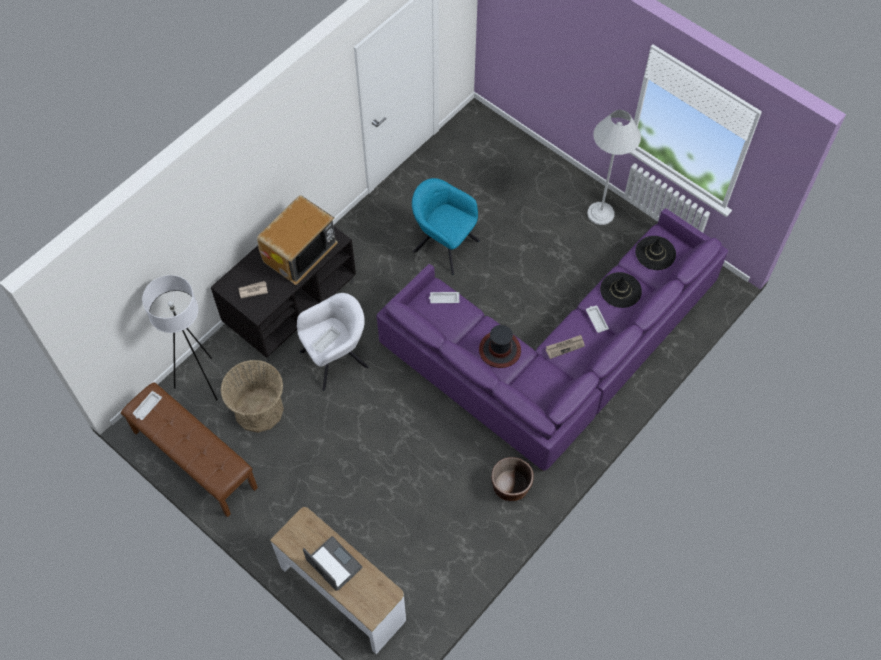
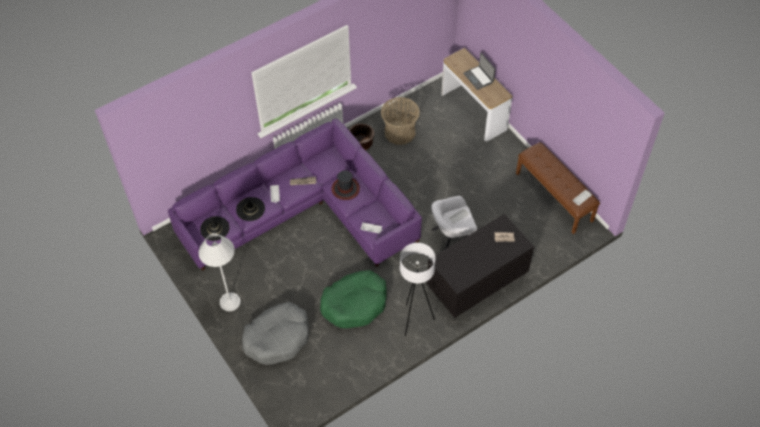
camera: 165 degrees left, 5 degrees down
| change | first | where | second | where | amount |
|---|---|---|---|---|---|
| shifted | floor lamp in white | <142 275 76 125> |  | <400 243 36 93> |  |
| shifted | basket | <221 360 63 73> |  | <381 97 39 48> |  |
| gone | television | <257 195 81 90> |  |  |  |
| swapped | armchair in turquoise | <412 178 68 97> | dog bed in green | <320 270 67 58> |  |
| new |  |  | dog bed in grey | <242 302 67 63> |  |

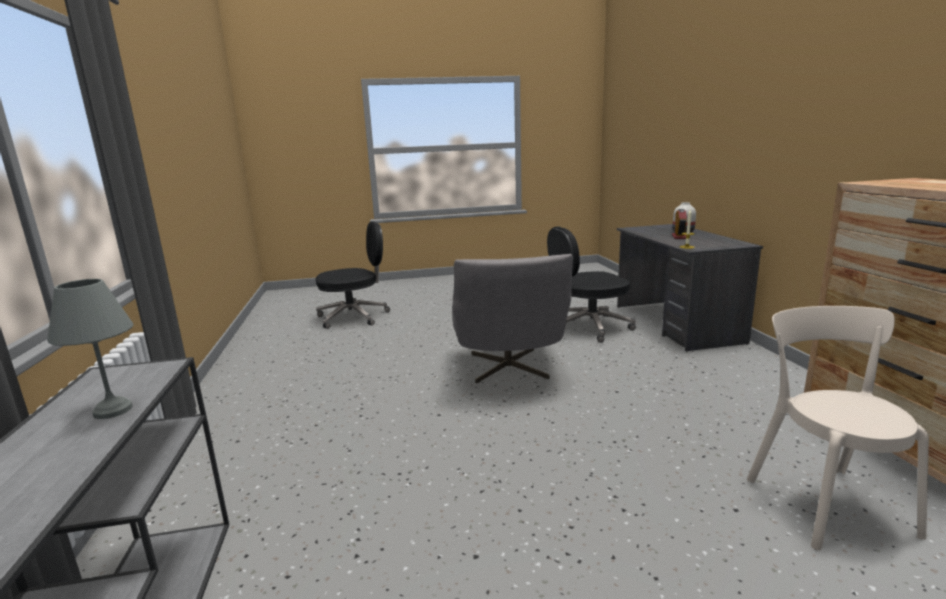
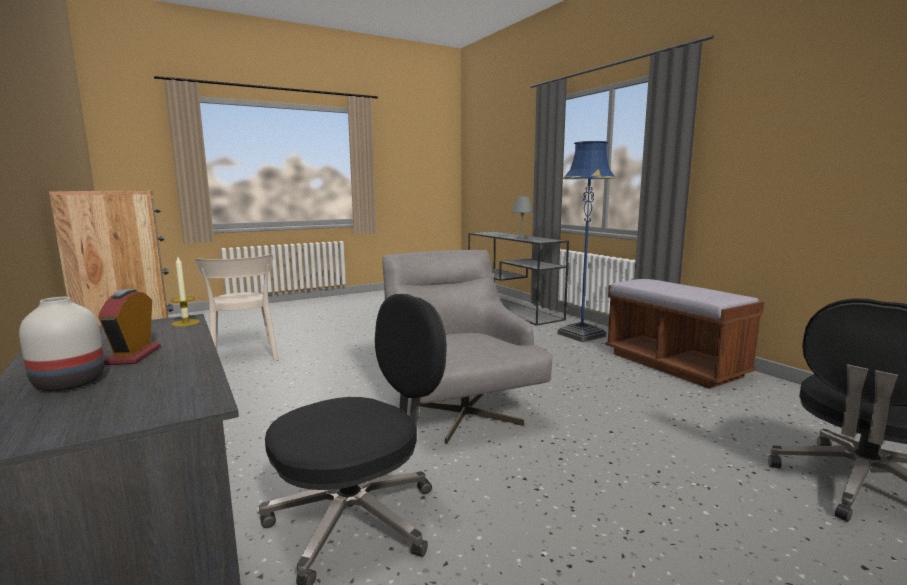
camera: 160 degrees right, 5 degrees down
| change | first | where | second | where | amount |
|---|---|---|---|---|---|
| new |  |  | floor lamp in blue | <558 141 58 201> |  |
| new |  |  | bench in brown | <605 279 159 110> |  |

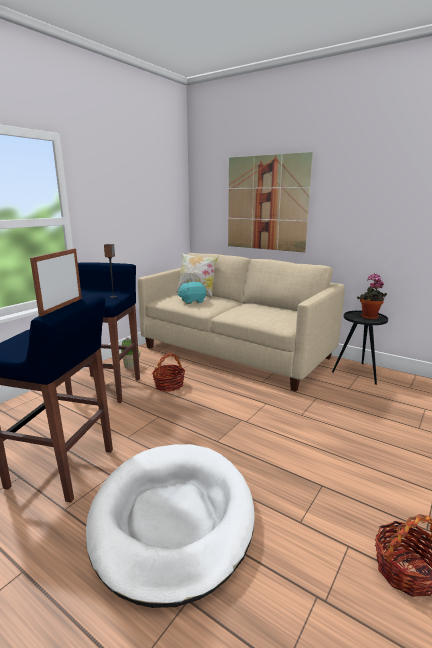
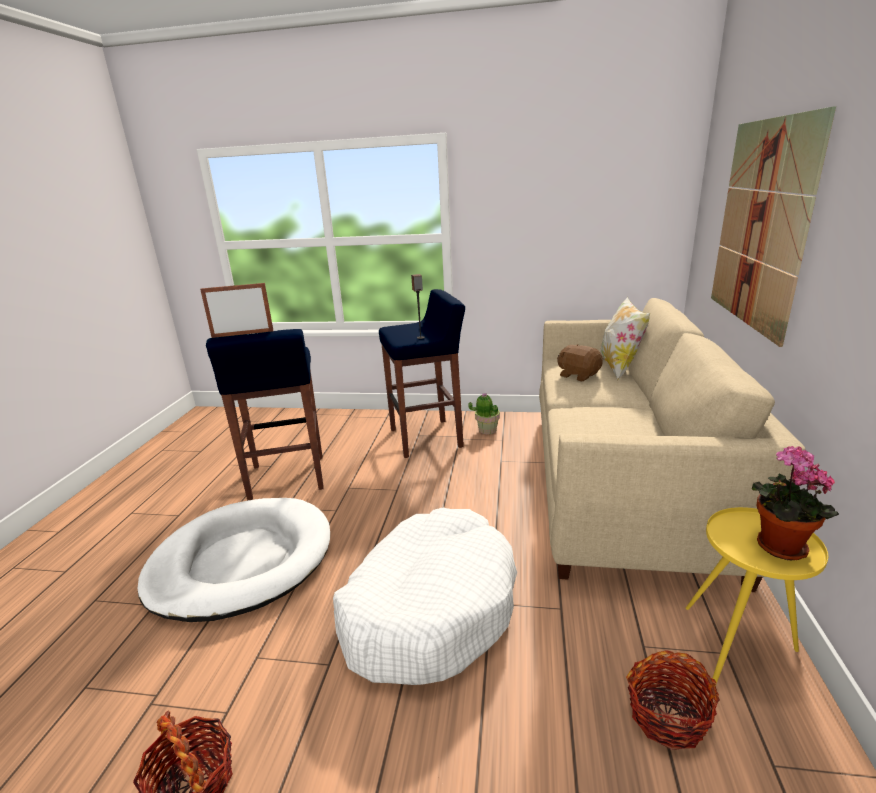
camera: 65 degrees right, 5 degrees up
| change | first | where | second | where | amount |
|---|---|---|---|---|---|
| shifted | basket | <152 353 33 39> |  | <626 650 94 100> |  |
| repainted | plush toy in turquoise | <177 282 29 22> | plush toy in brown | <557 344 46 38> |  |
| repainted | side table in black | <332 311 56 74> | side table in yellow | <686 507 142 177> |  |
| new |  |  | dog bed in white | <333 508 184 177> |  |

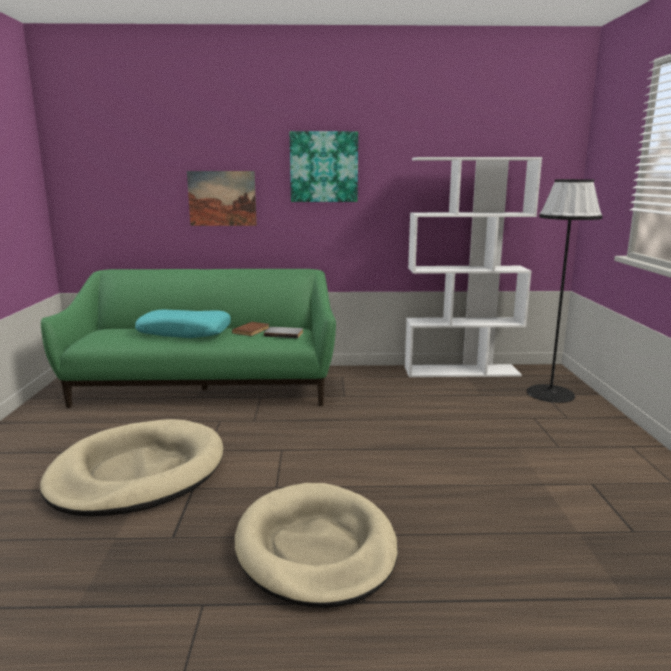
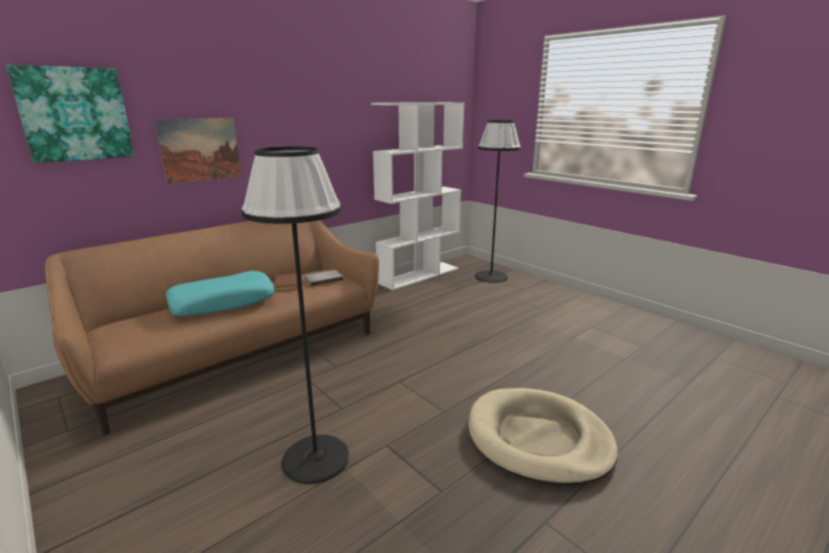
camera: 40 degrees left, 5 degrees up
| change | first | where | second | where | amount |
|---|---|---|---|---|---|
| swapped | dog bed in beige | <40 419 183 97> | floor lamp in black | <241 146 108 338> |  |
| repainted | sofa in green | <41 269 295 139> | sofa in brown | <45 220 334 215> |  |
| shifted | picture | <290 131 68 71> |  | <6 65 128 98> |  |

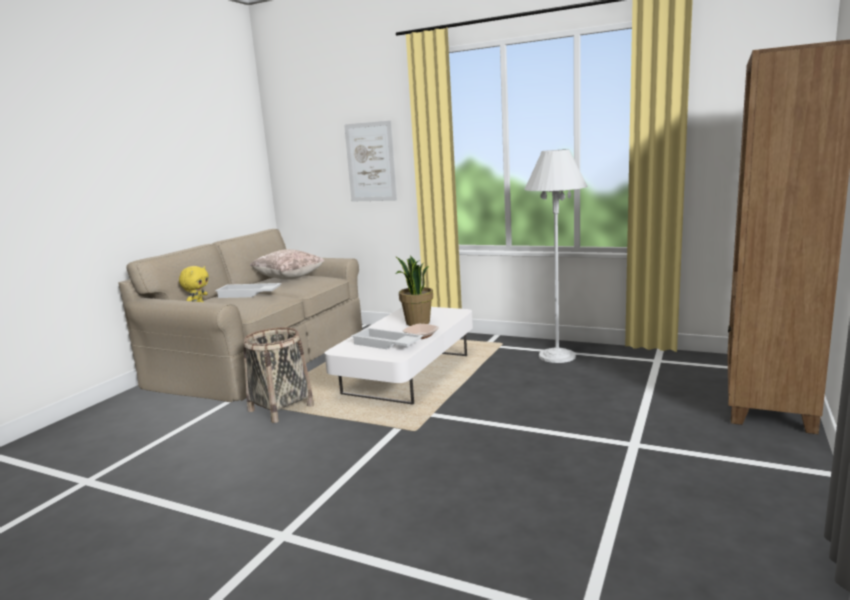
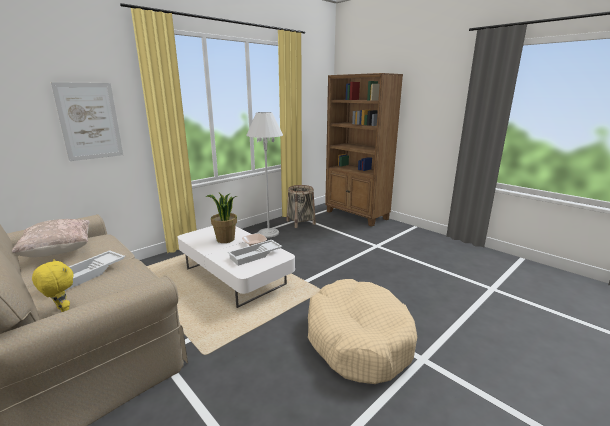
camera: 70 degrees left, 5 degrees up
| change | first | where | second | where | amount |
|---|---|---|---|---|---|
| shifted | basket | <243 328 71 95> |  | <287 185 29 43> |  |
| new |  |  | dog bed in beige | <308 279 109 105> |  |

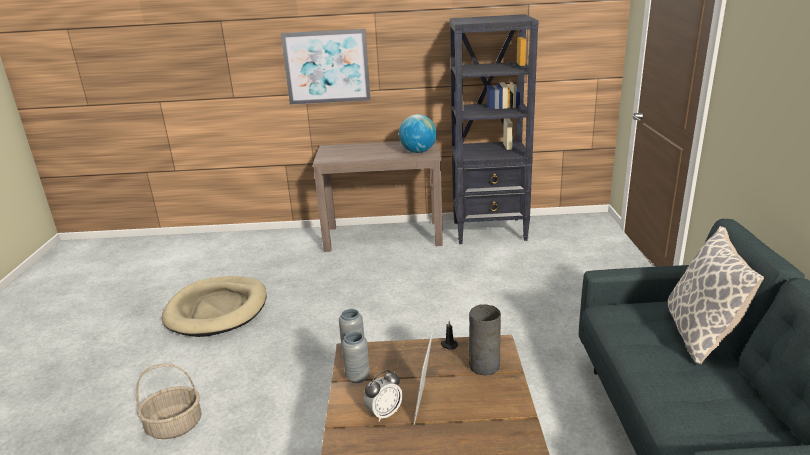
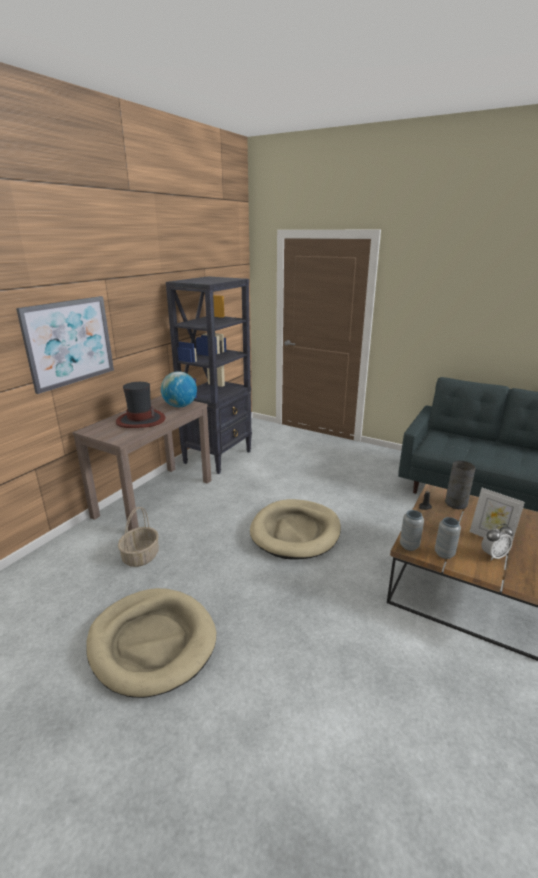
camera: 60 degrees left, 0 degrees up
| change | first | where | second | where | amount |
|---|---|---|---|---|---|
| shifted | basket | <136 364 66 75> |  | <118 507 41 60> |  |
| rotated | alarm clock | <363 370 39 52> |  | <482 524 31 36> | 75 degrees clockwise |
| gone | pillow | <668 226 96 139> |  |  |  |
| new |  |  | hat | <116 382 49 46> |  |
| new |  |  | dog bed in beige | <250 499 91 61> |  |

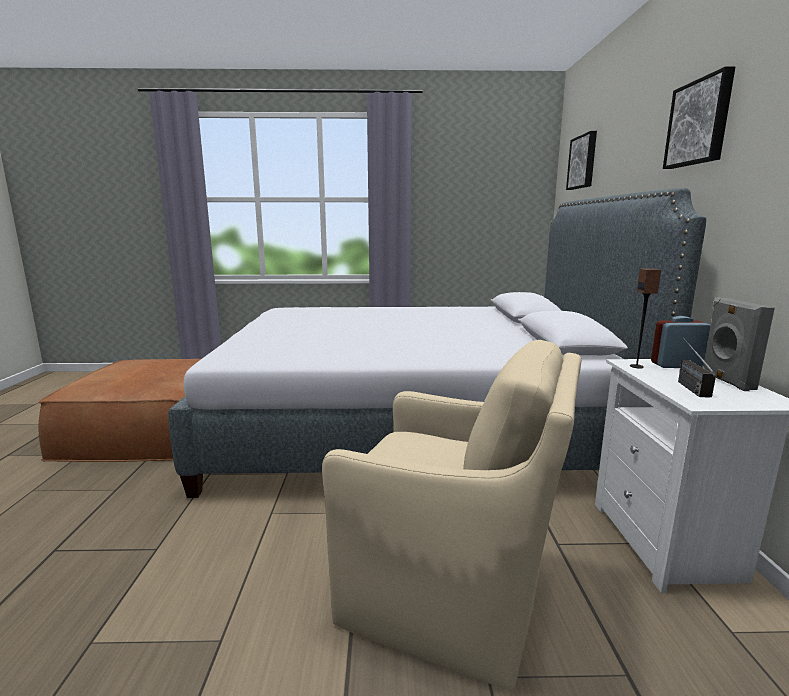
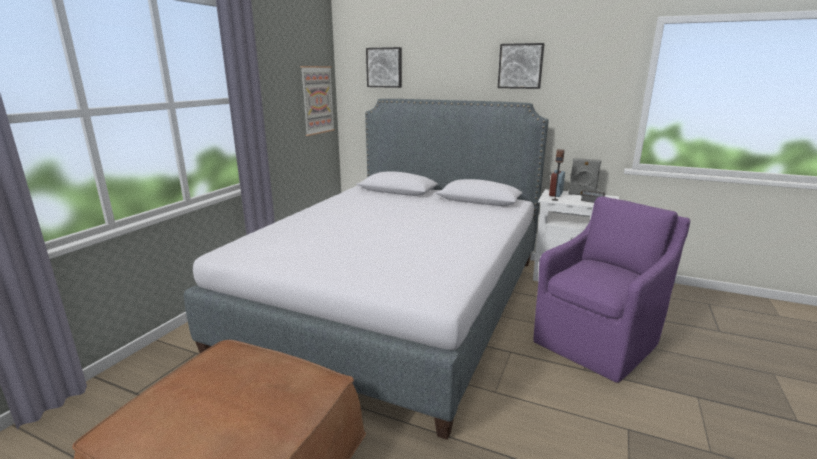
camera: 65 degrees left, 5 degrees up
| change | first | where | second | where | amount |
|---|---|---|---|---|---|
| repainted | armchair in beige | <322 340 259 350> | armchair in purple | <533 196 157 187> |  |
| new |  |  | picture | <300 66 35 70> |  |

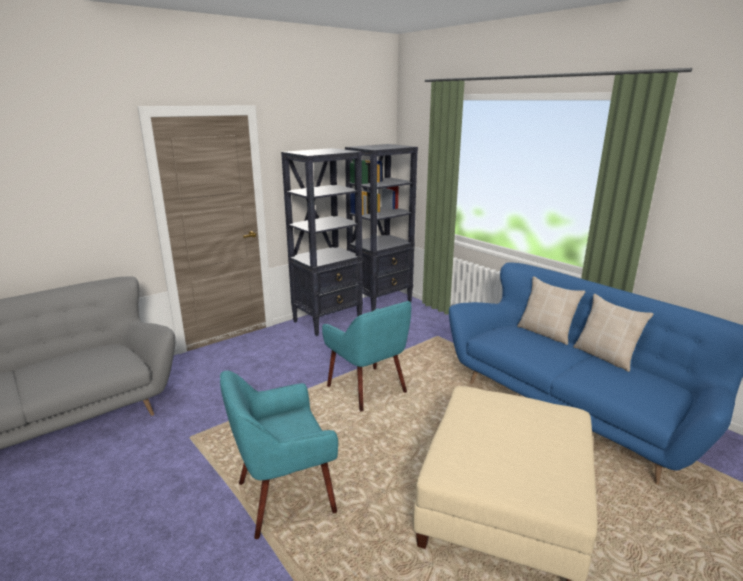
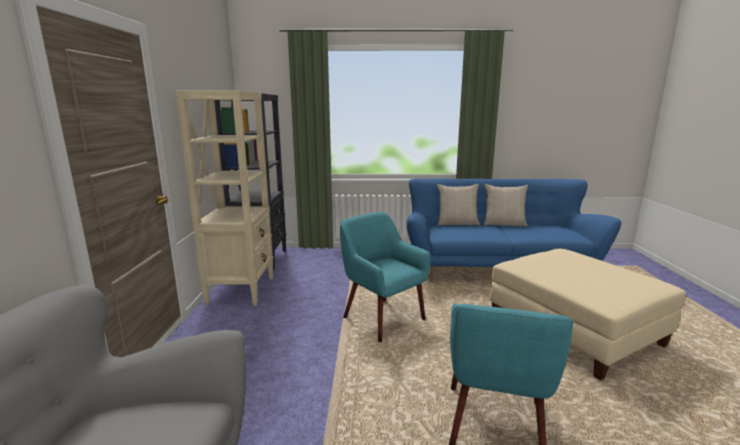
camera: 50 degrees left, 5 degrees down
| change | first | where | second | where | amount |
|---|---|---|---|---|---|
| repainted | bookcase in black | <281 148 82 188> | bookcase in beige | <176 91 97 215> |  |
| rotated | armchair in turquoise | <322 301 89 111> |  | <340 212 91 130> | 135 degrees counterclockwise |

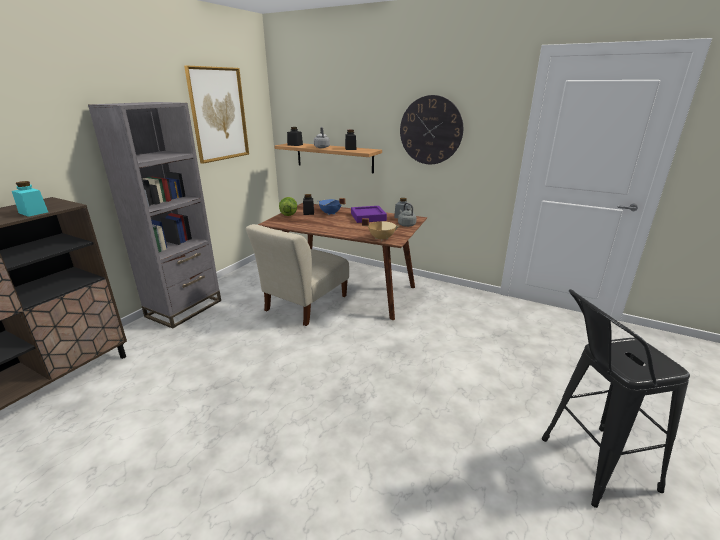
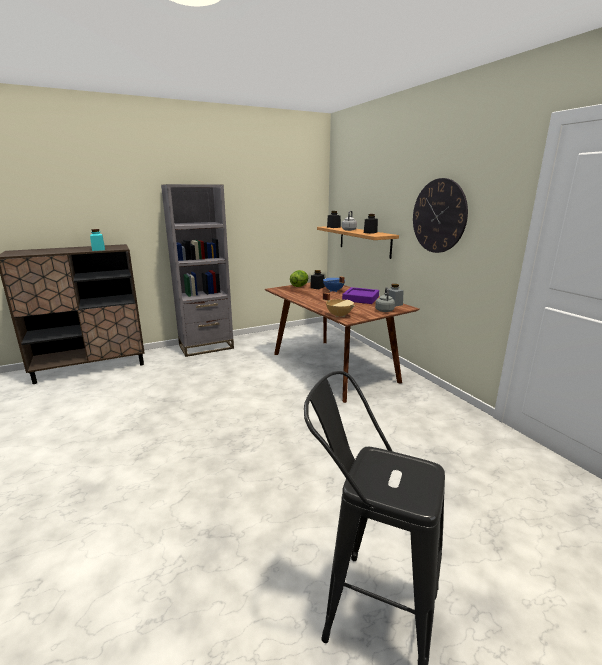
camera: 35 degrees right, 5 degrees down
| change | first | where | second | where | amount |
|---|---|---|---|---|---|
| gone | picture | <184 66 65 98> |  |  |  |
| gone | chair in beige | <246 224 103 102> |  |  |  |

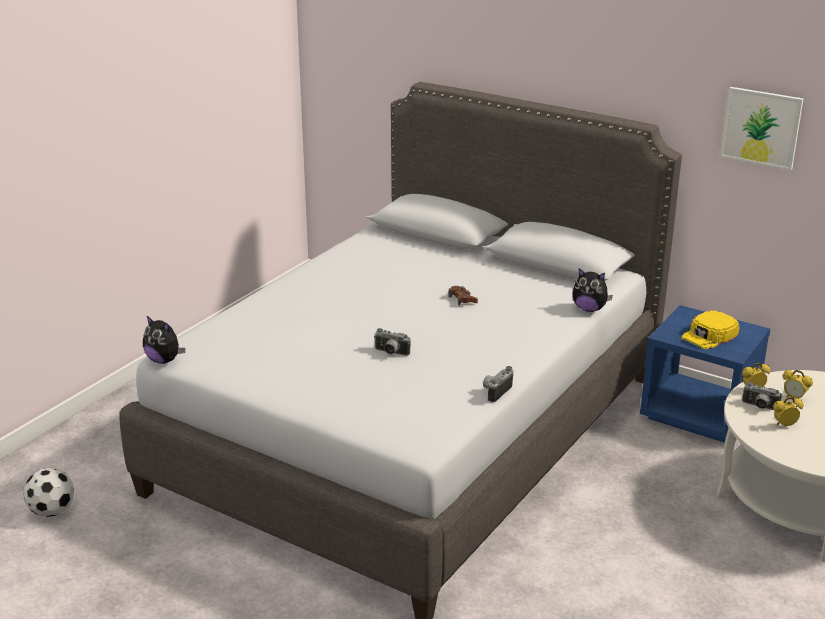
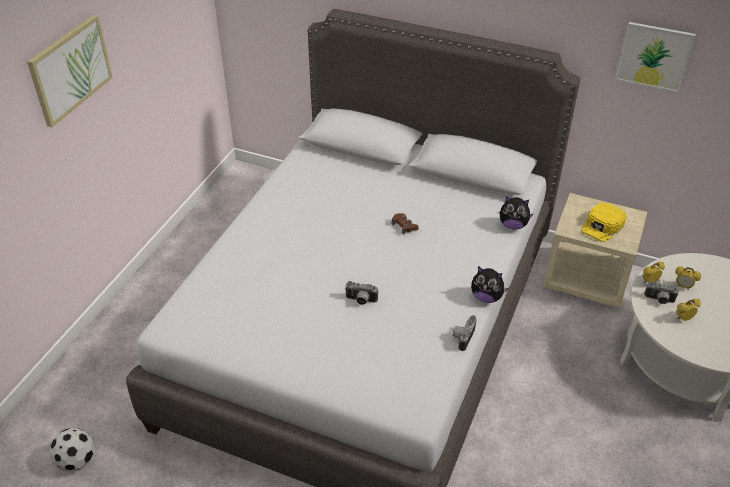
camera: 10 degrees left, 15 degrees up
| change | first | where | second | where | amount |
|---|---|---|---|---|---|
| shifted | plush toy | <143 316 42 48> |  | <471 266 38 37> |  |
| repainted | nightstand in blue | <640 305 130 138> | nightstand in beige | <543 193 104 115> |  |
| new |  |  | picture | <27 14 86 113> |  |

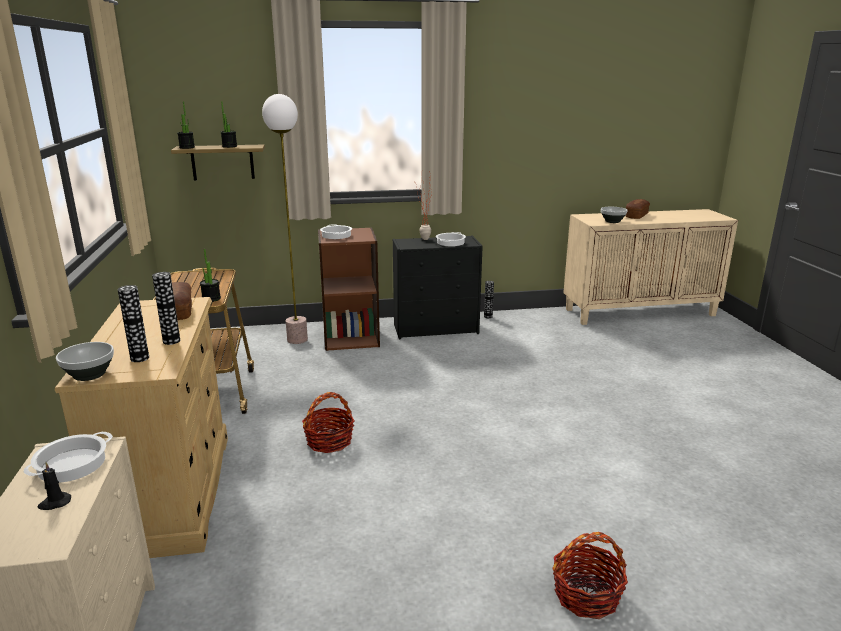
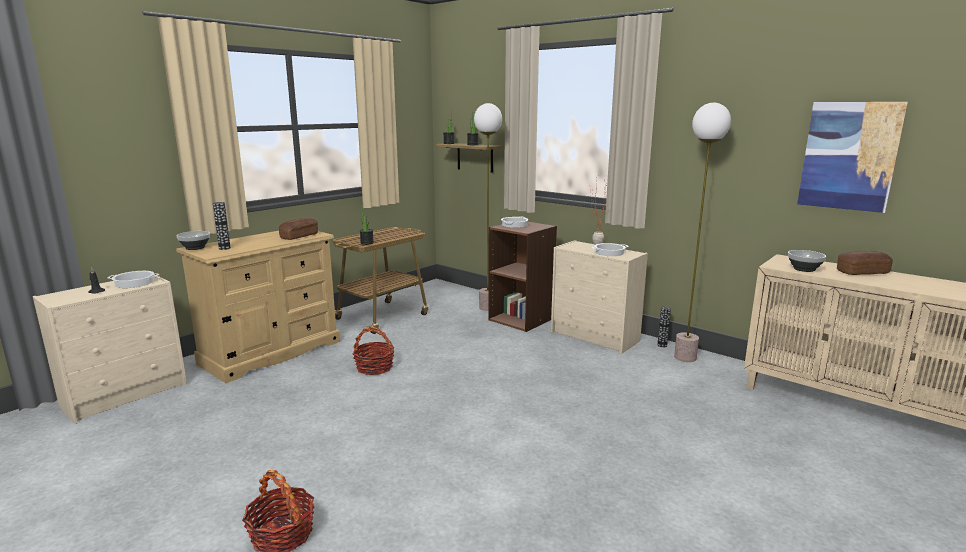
camera: 50 degrees right, 5 degrees down
| change | first | where | second | where | amount |
|---|---|---|---|---|---|
| gone | vase | <152 272 28 73> |  |  |  |
| repainted | dresser in black | <393 235 90 104> | dresser in beige | <551 240 97 114> |  |
| new |  |  | floor lamp | <674 103 57 259> |  |
| new |  |  | picture | <797 102 111 111> |  |

